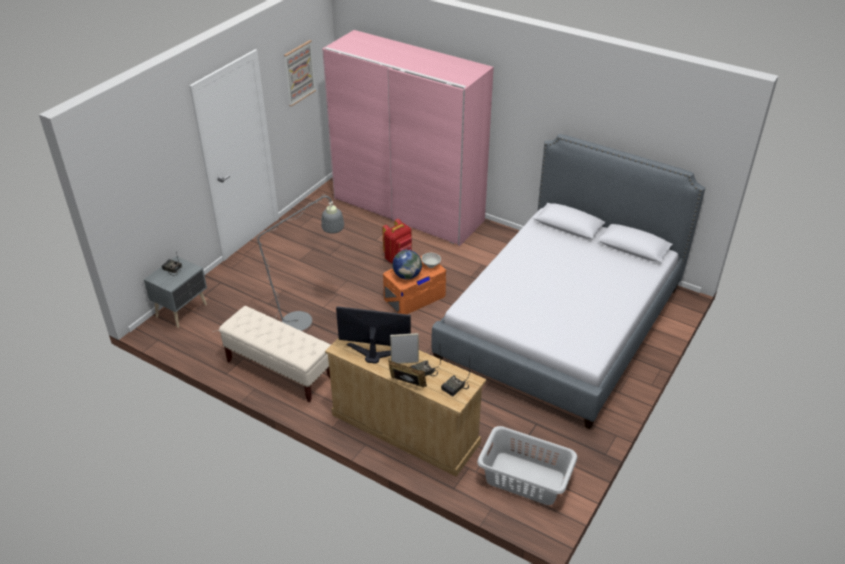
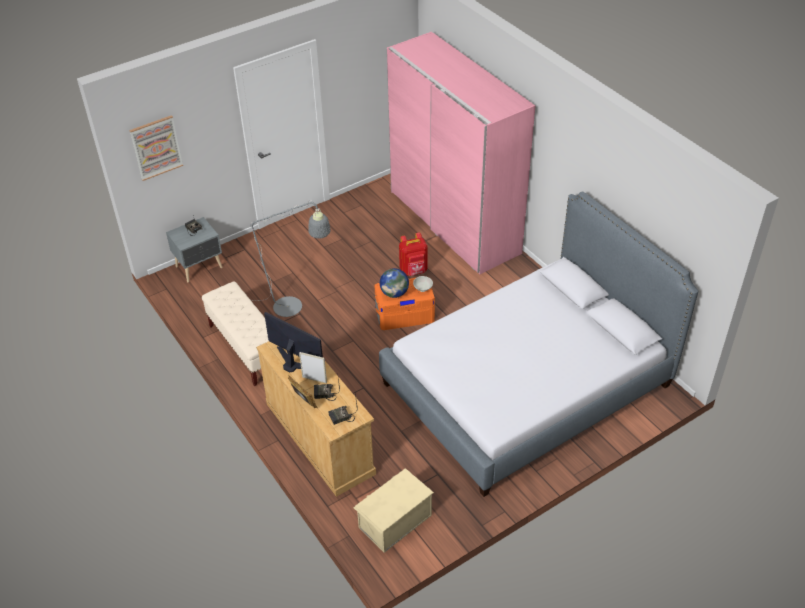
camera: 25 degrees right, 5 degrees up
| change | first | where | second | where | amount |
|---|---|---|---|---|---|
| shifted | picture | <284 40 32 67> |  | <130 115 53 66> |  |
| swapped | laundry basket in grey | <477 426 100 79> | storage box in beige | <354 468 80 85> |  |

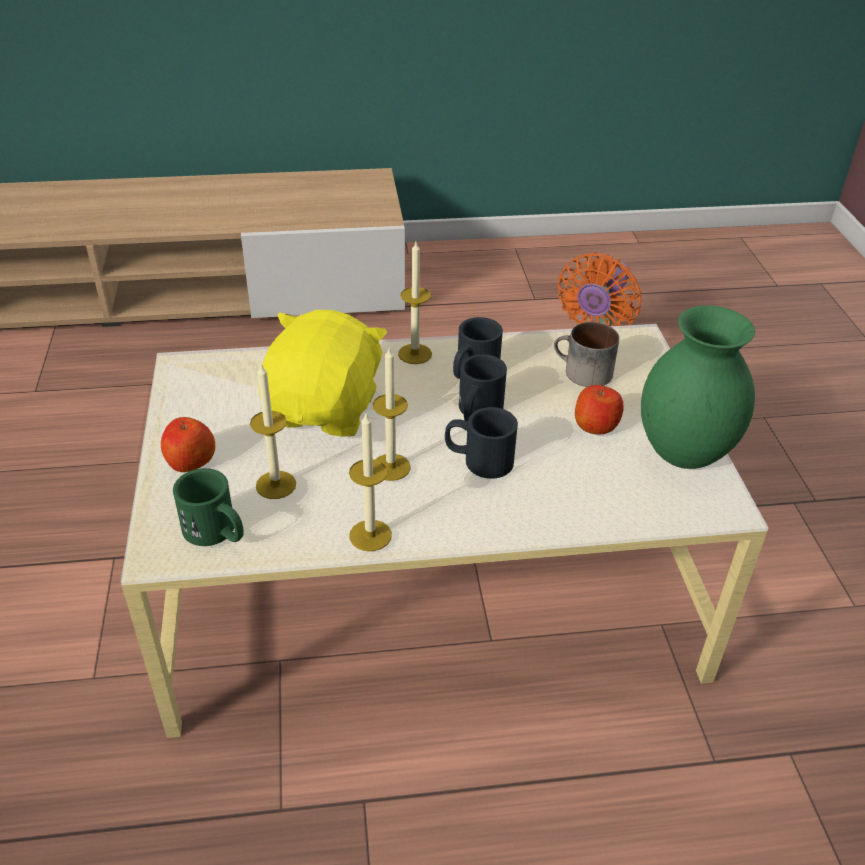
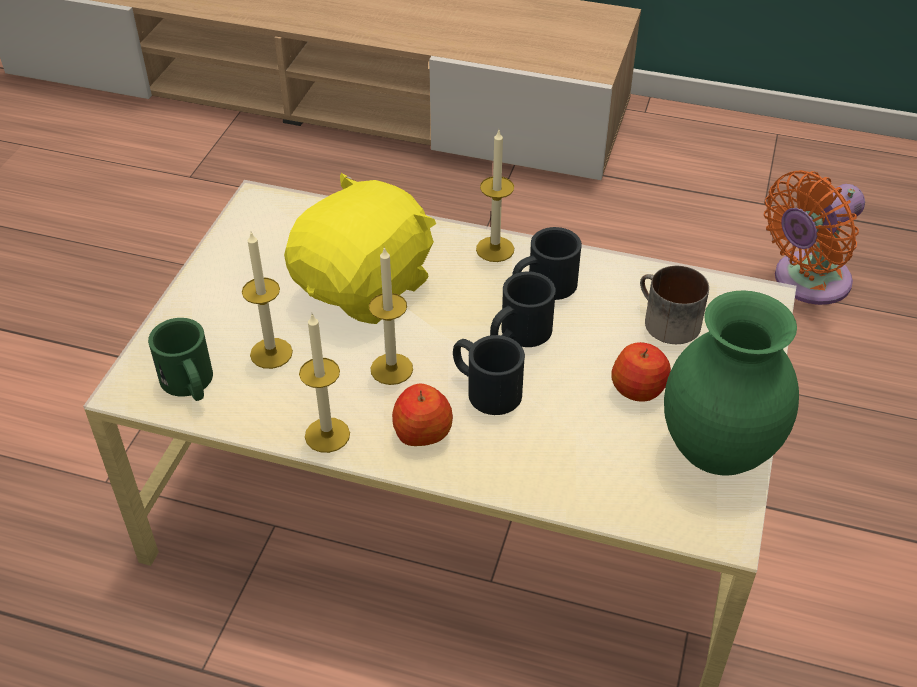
camera: 25 degrees right, 5 degrees up
| change | first | where | second | where | amount |
|---|---|---|---|---|---|
| shifted | apple | <161 417 54 55> |  | <392 384 61 62> |  |

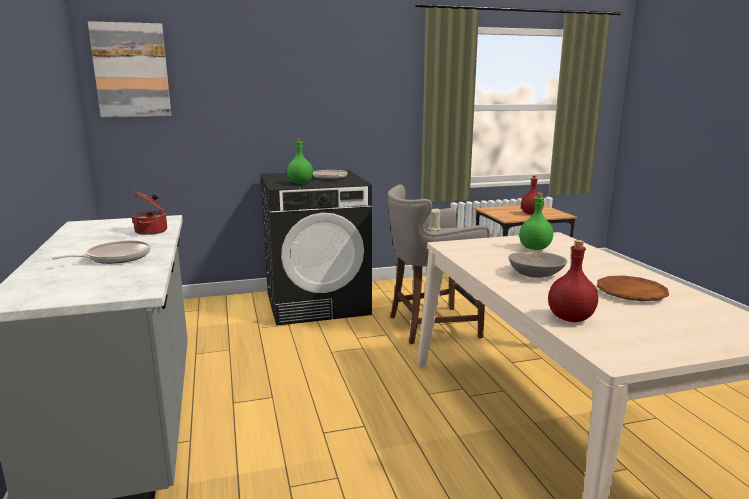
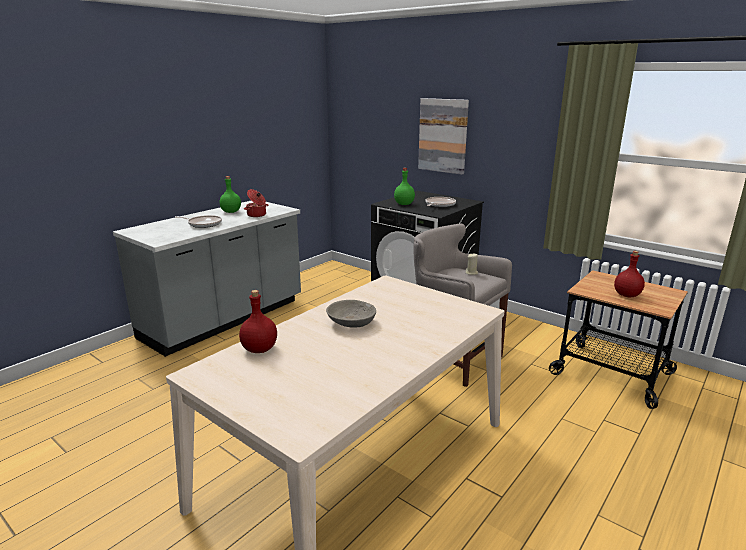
camera: 55 degrees right, 5 degrees up
| change | first | where | second | where | amount |
|---|---|---|---|---|---|
| shifted | picture | <88 21 84 96> |  | <418 98 51 77> |  |
| shifted | bottle in green | <519 193 34 57> |  | <220 176 21 37> |  |
| gone | plate in brown | <597 275 72 26> |  |  |  |

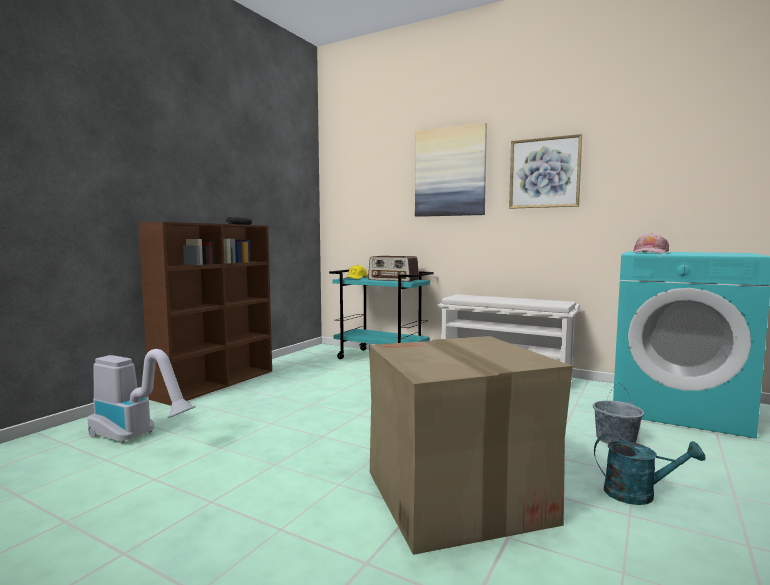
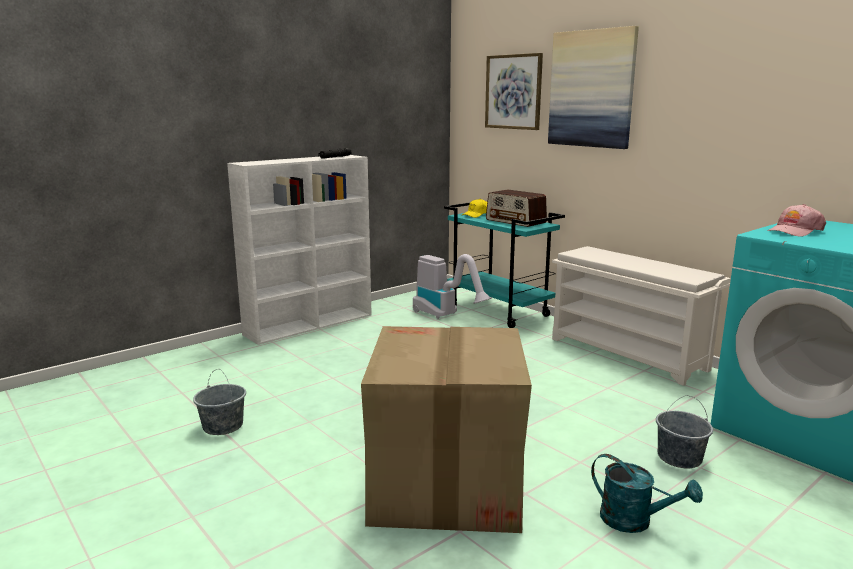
camera: 20 degrees right, 10 degrees up
| change | first | where | second | where | amount |
|---|---|---|---|---|---|
| shifted | vacuum cleaner | <88 349 108 95> |  | <413 254 79 65> |  |
| repainted | bookcase in brown | <139 222 133 184> | bookcase in white | <227 155 145 190> |  |
| shifted | picture | <509 134 73 75> |  | <485 53 58 77> |  |
| new |  |  | bucket in grey | <193 369 53 66> |  |

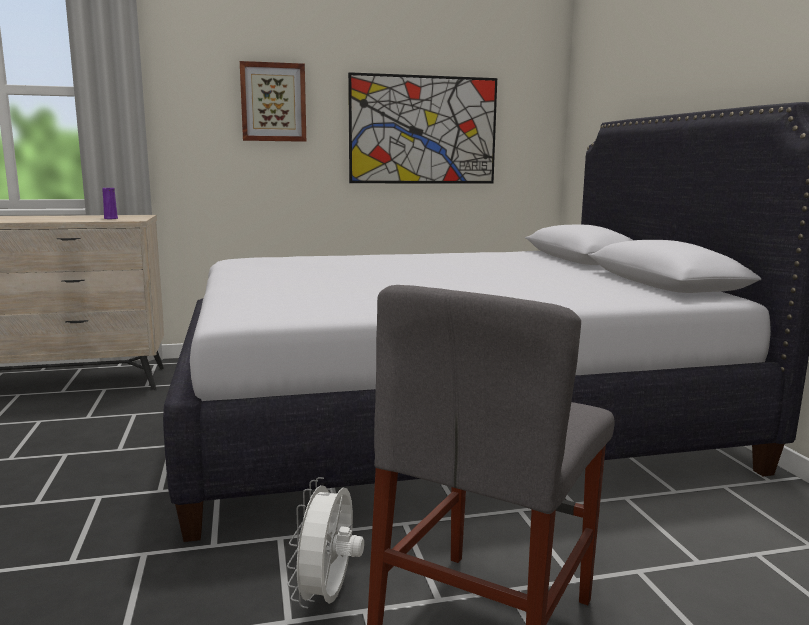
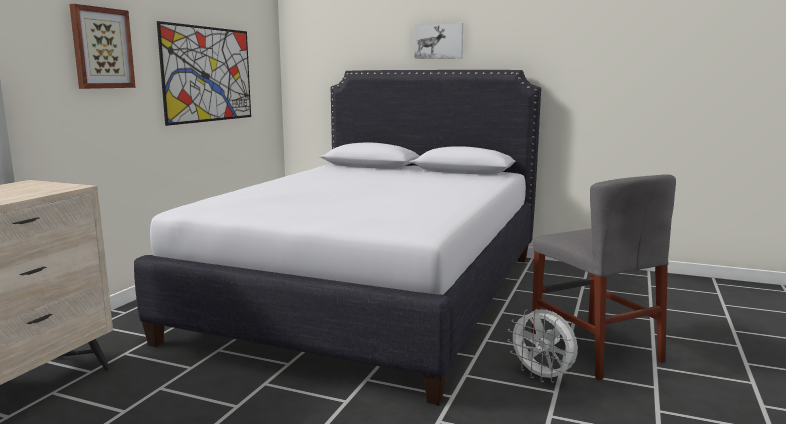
camera: 55 degrees left, 0 degrees up
| change | first | where | second | where | amount |
|---|---|---|---|---|---|
| gone | vase in purple | <102 188 16 31> |  |  |  |
| new |  |  | picture | <414 23 49 36> |  |

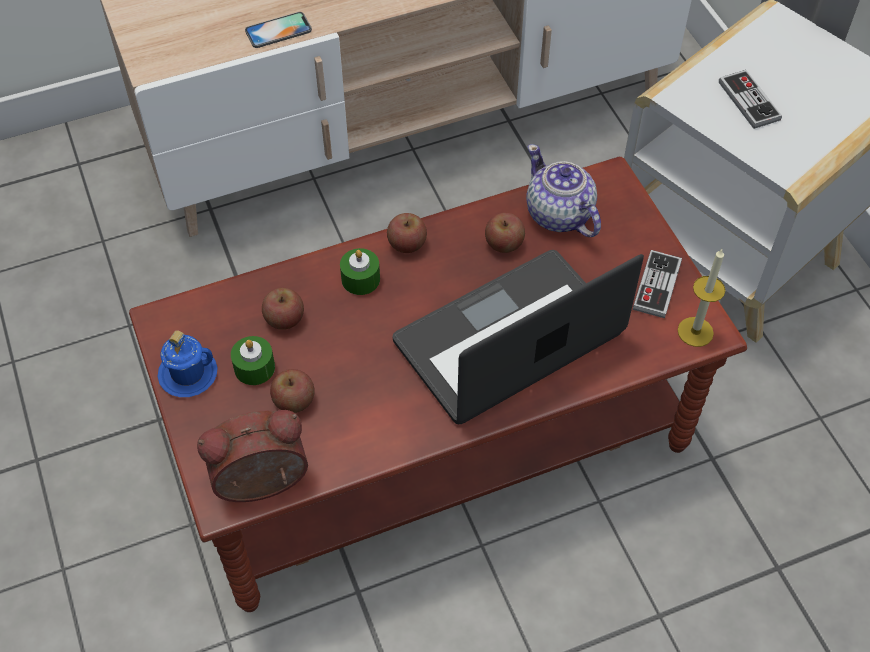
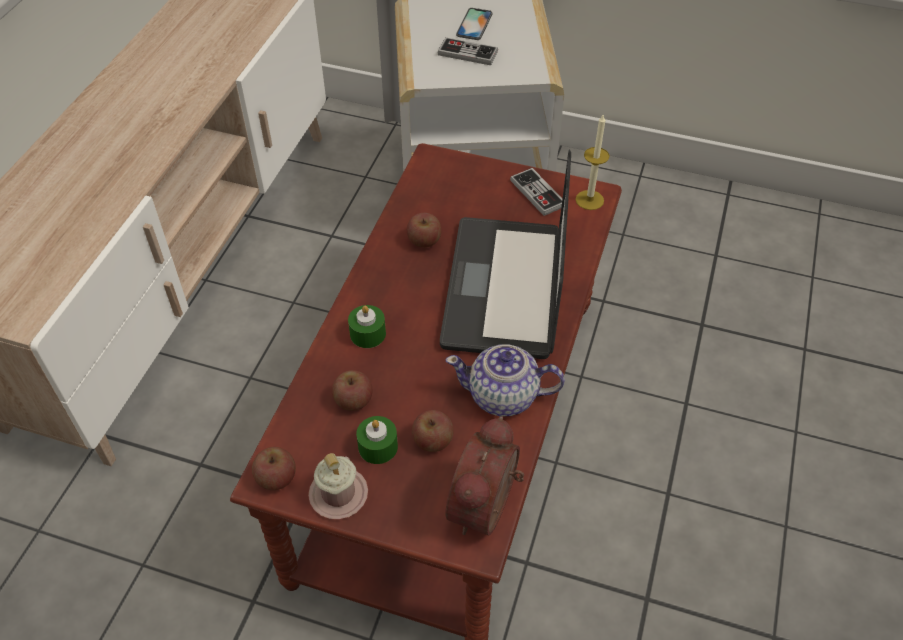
camera: 50 degrees left, 5 degrees down
| change | first | where | second | where | amount |
|---|---|---|---|---|---|
| repainted | mug in blue | <158 330 60 67> | mug in pink | <308 453 60 66> |  |
| shifted | phone | <245 12 67 36> |  | <456 8 36 32> |  |
| shifted | apple | <387 213 40 40> |  | <252 447 44 43> |  |
| shifted | teapot | <526 144 75 93> |  | <446 345 119 71> |  |

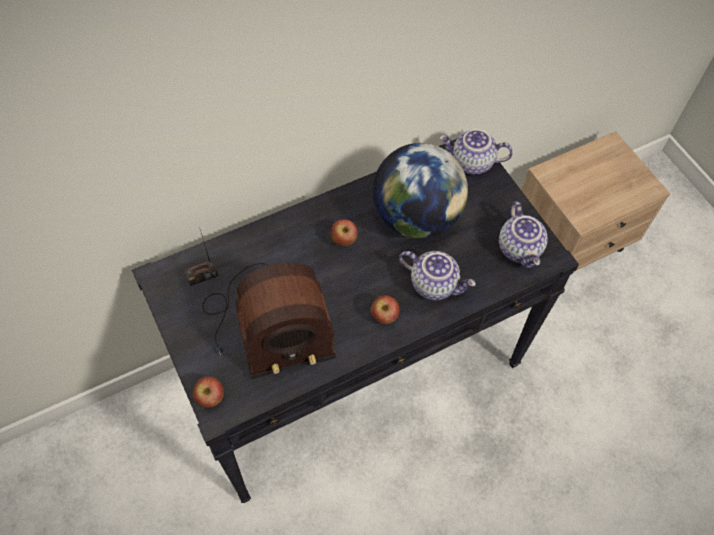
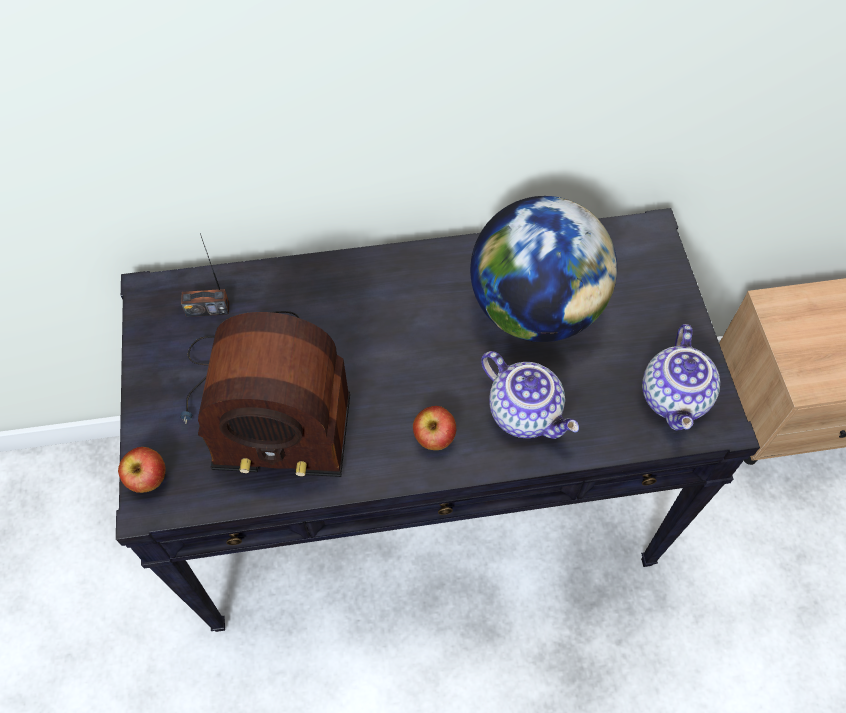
camera: 20 degrees right, 0 degrees up
| change | first | where | second | where | amount |
|---|---|---|---|---|---|
| gone | apple | <331 219 27 27> |  |  |  |
| gone | teapot | <439 129 74 46> |  |  |  |

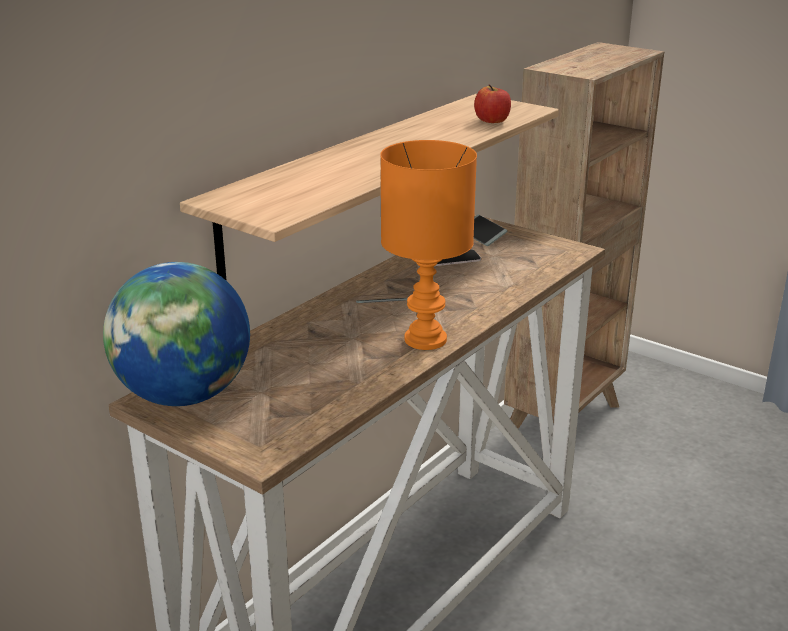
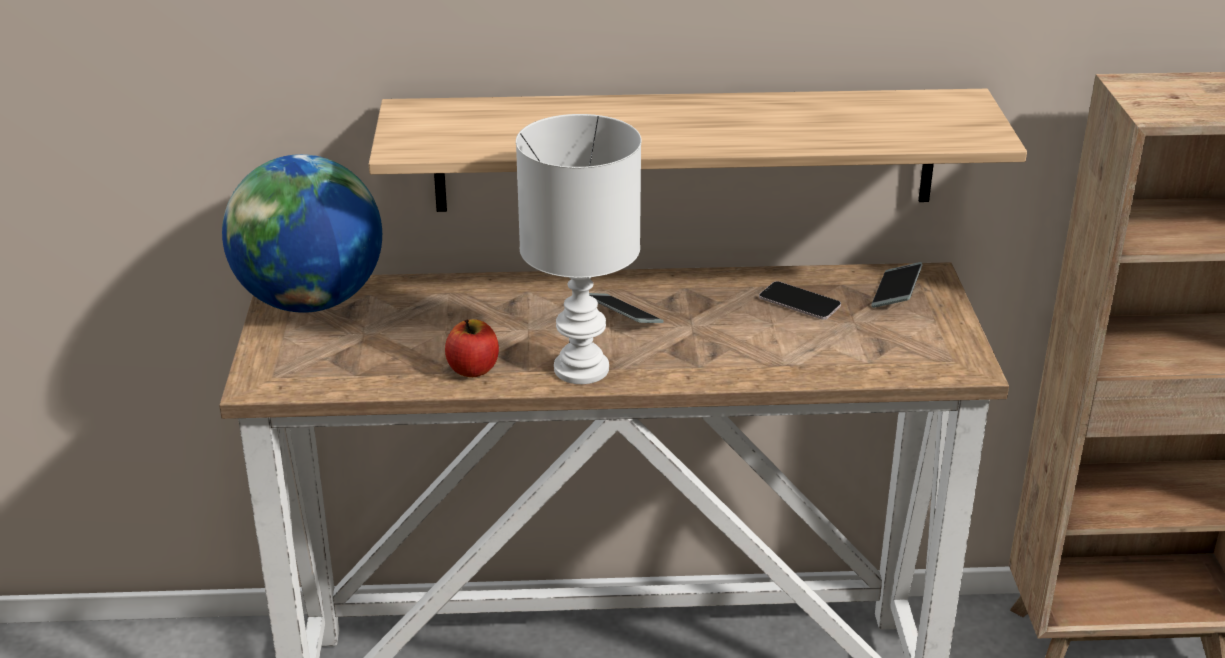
camera: 50 degrees right, 5 degrees up
| change | first | where | second | where | amount |
|---|---|---|---|---|---|
| repainted | table lamp in orange | <380 140 97 210> | table lamp in white | <516 114 125 270> |  |
| shifted | apple | <474 84 37 39> |  | <445 319 54 58> |  |

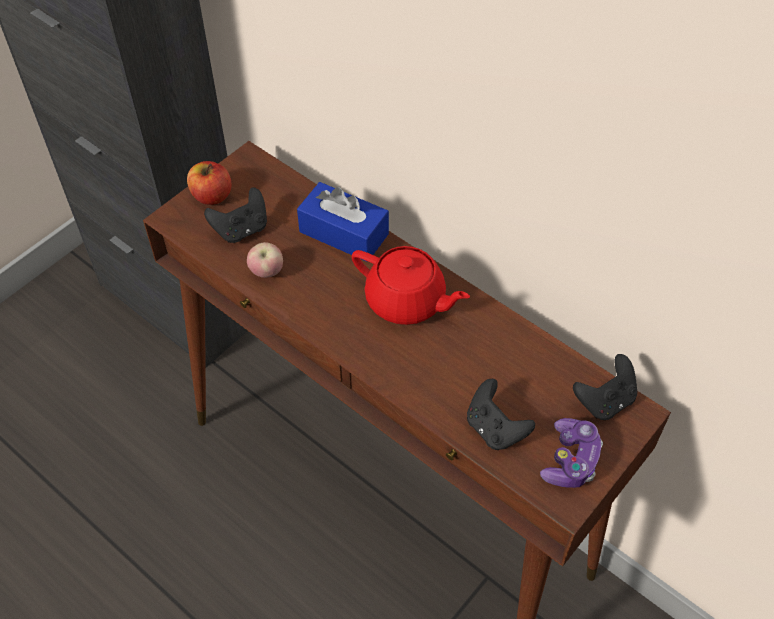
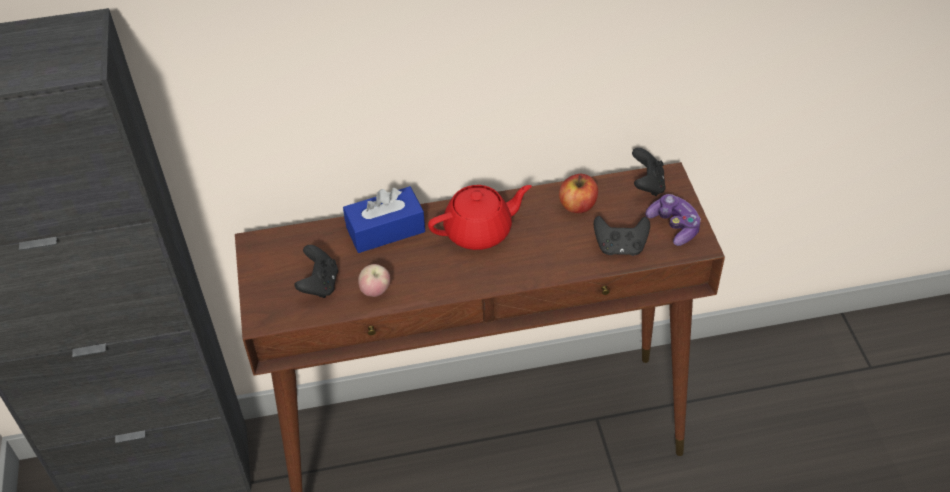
camera: 50 degrees left, 5 degrees down
| change | first | where | second | where | amount |
|---|---|---|---|---|---|
| shifted | apple | <187 161 44 44> |  | <559 174 39 39> |  |

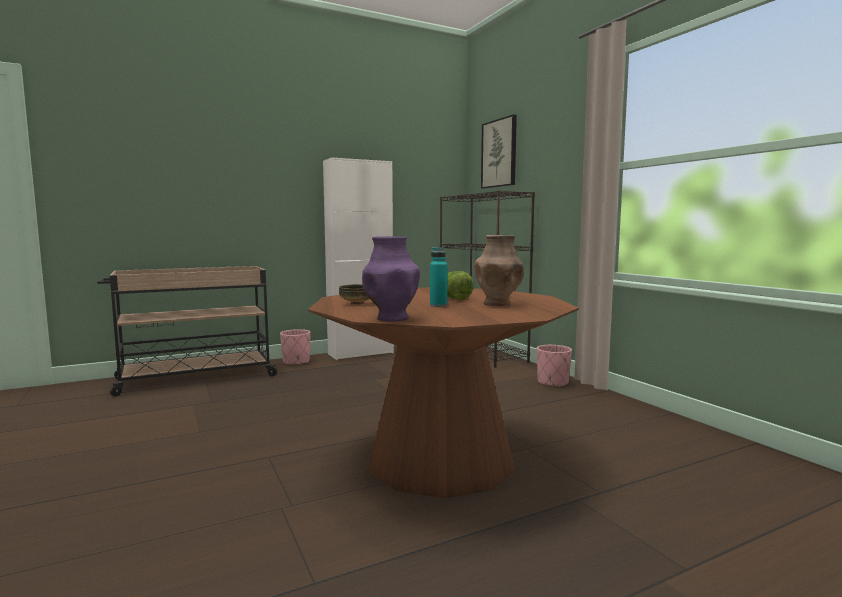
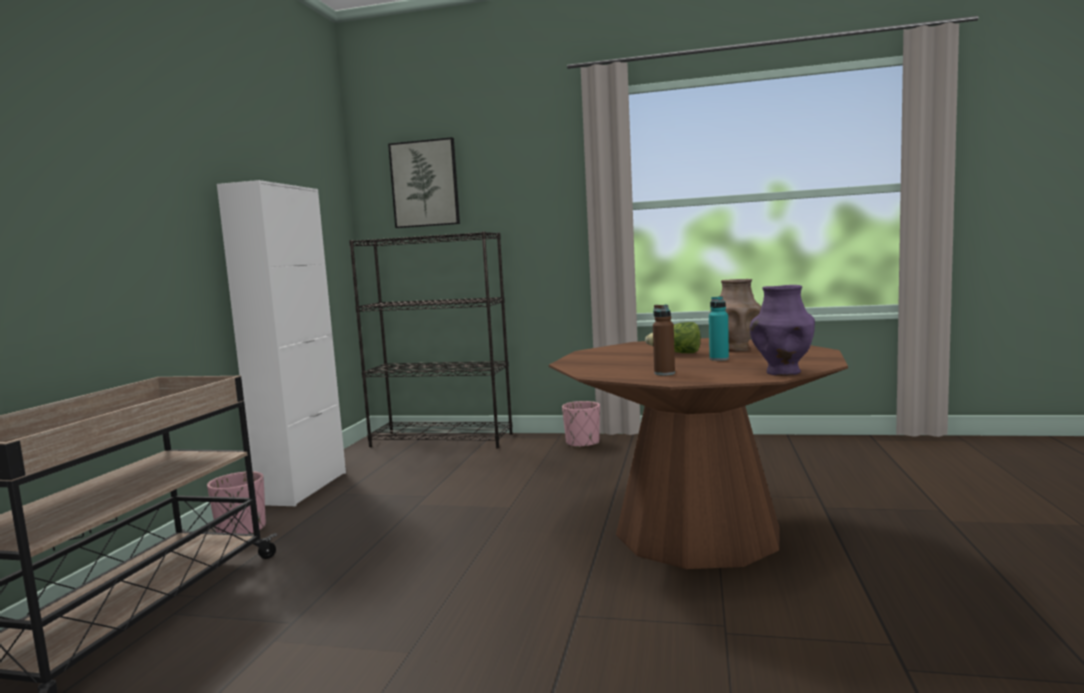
camera: 50 degrees left, 0 degrees up
| change | first | where | second | where | amount |
|---|---|---|---|---|---|
| swapped | bowl | <339 284 30 21> | bottle in brown | <653 305 22 70> |  |

